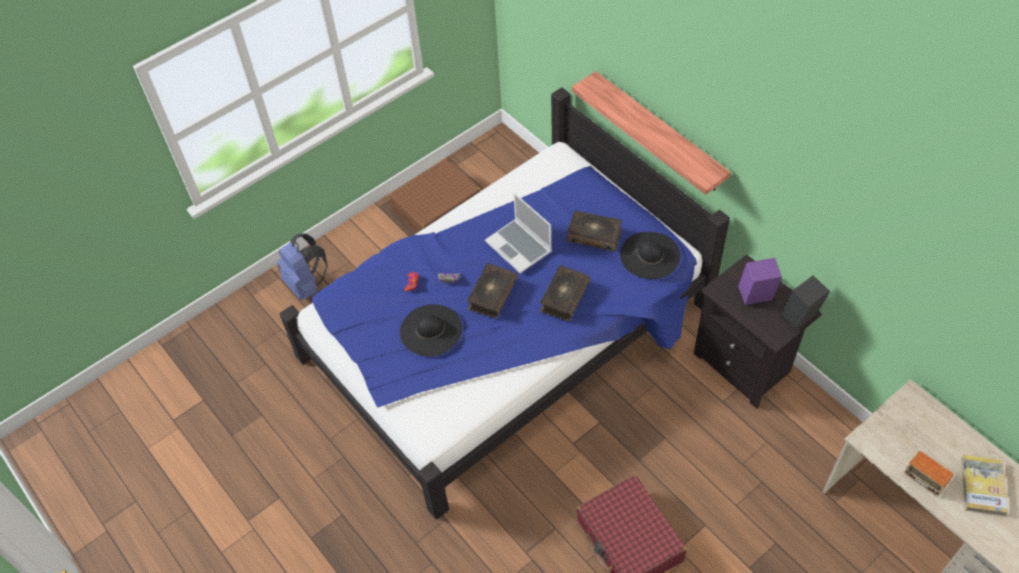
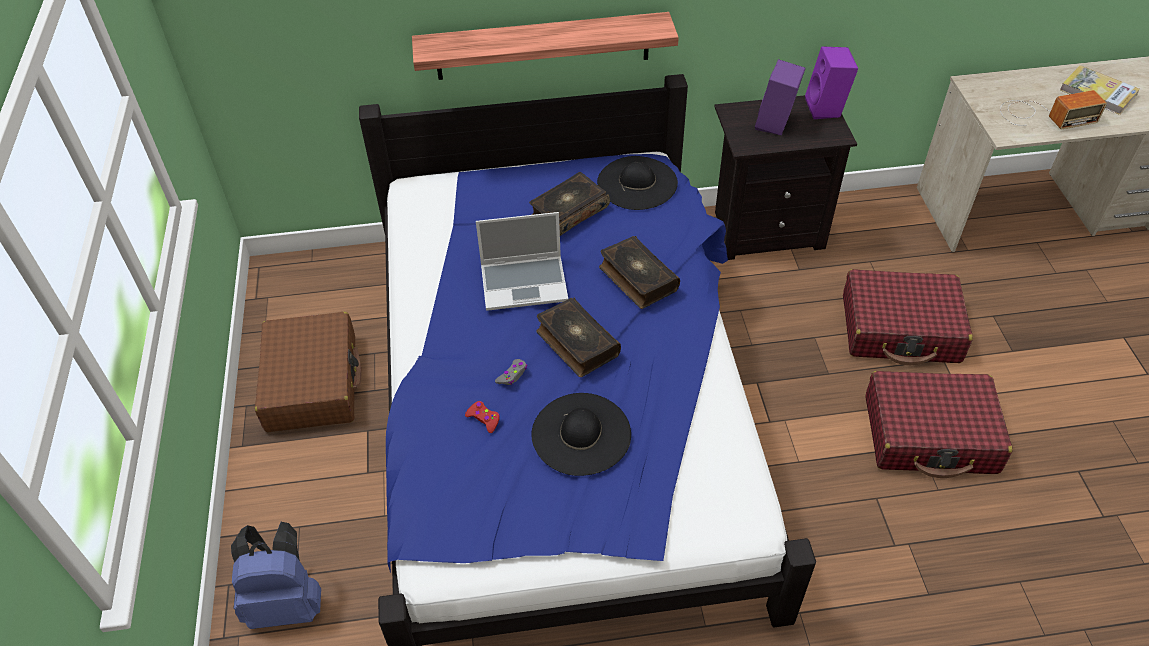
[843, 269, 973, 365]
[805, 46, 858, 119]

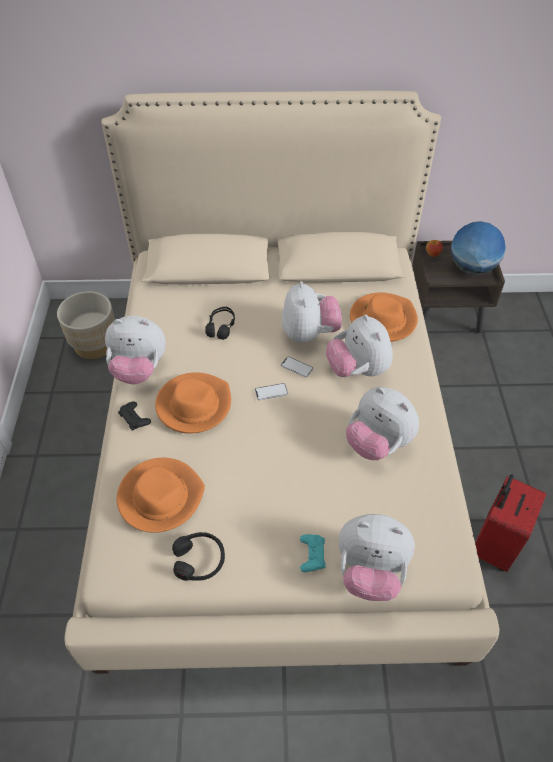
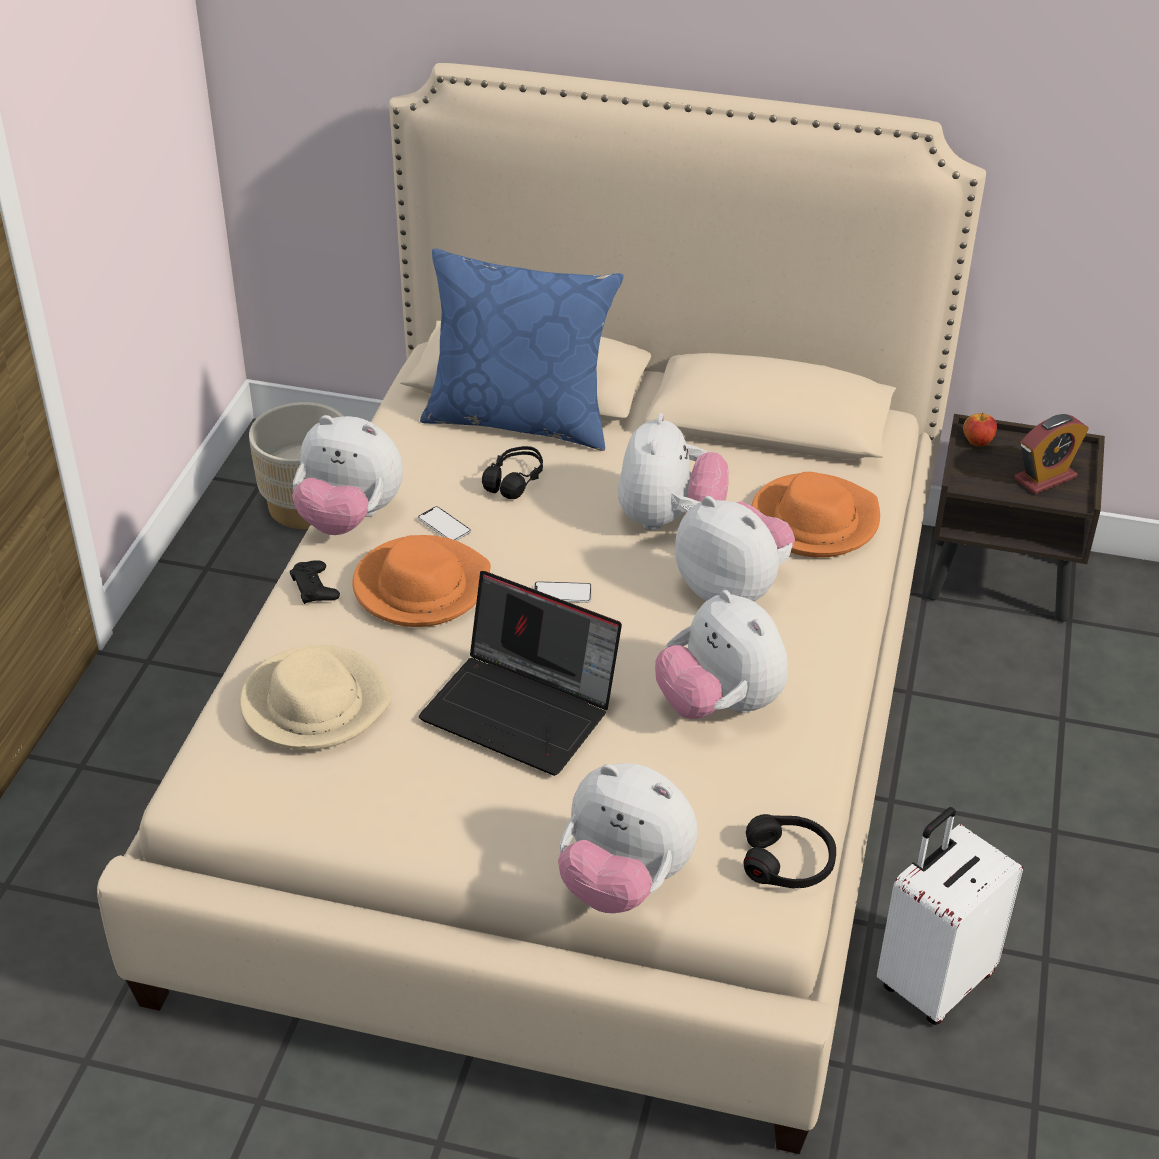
[300, 534, 326, 572] (first image)
[419, 571, 622, 776]
[420, 248, 624, 451]
[743, 814, 836, 888]
[418, 506, 471, 541]
[1014, 414, 1089, 494]
[240, 645, 392, 750]
[877, 807, 1023, 1025]
[675, 496, 795, 602]

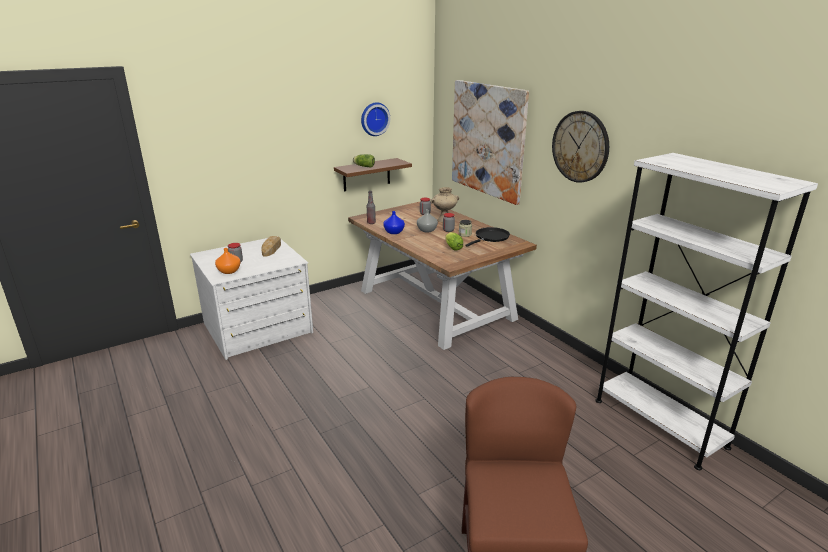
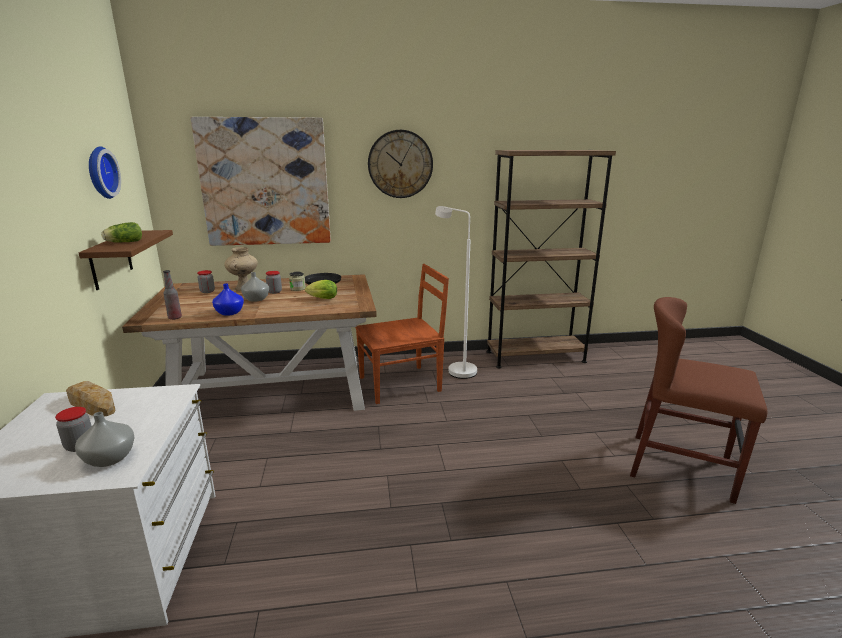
[355, 264, 449, 404]
[435, 206, 477, 379]
[75, 412, 135, 467]
[487, 150, 616, 368]

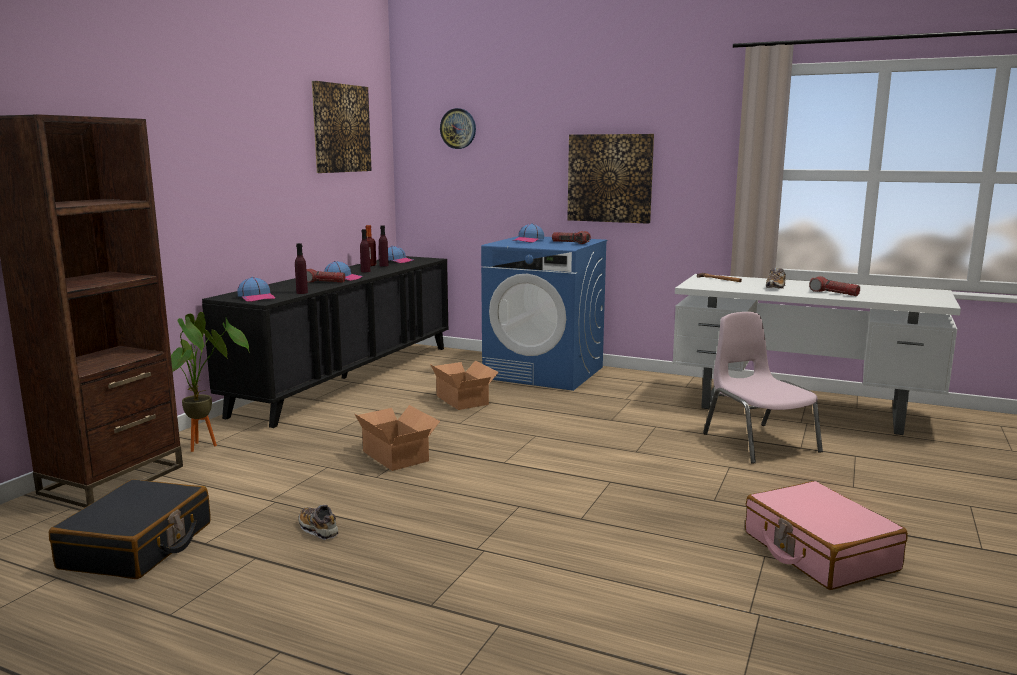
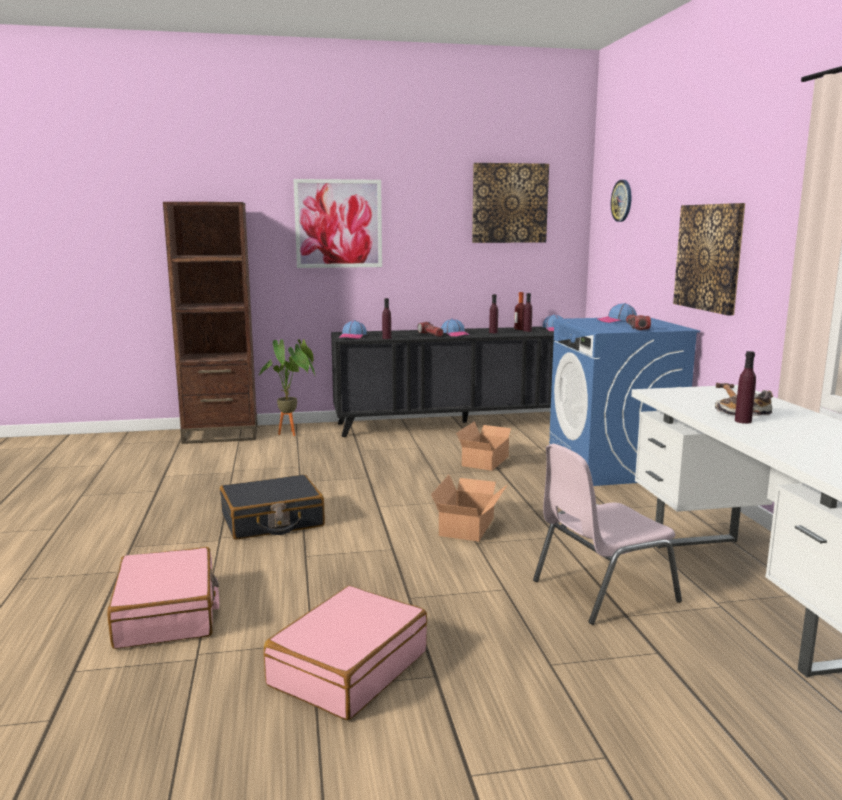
[298, 505, 338, 540] (first image)
[809, 276, 860, 296] (first image)
[107, 547, 219, 649]
[293, 179, 382, 268]
[735, 351, 756, 424]
[220, 475, 325, 540]
[431, 475, 508, 542]
[533, 444, 682, 625]

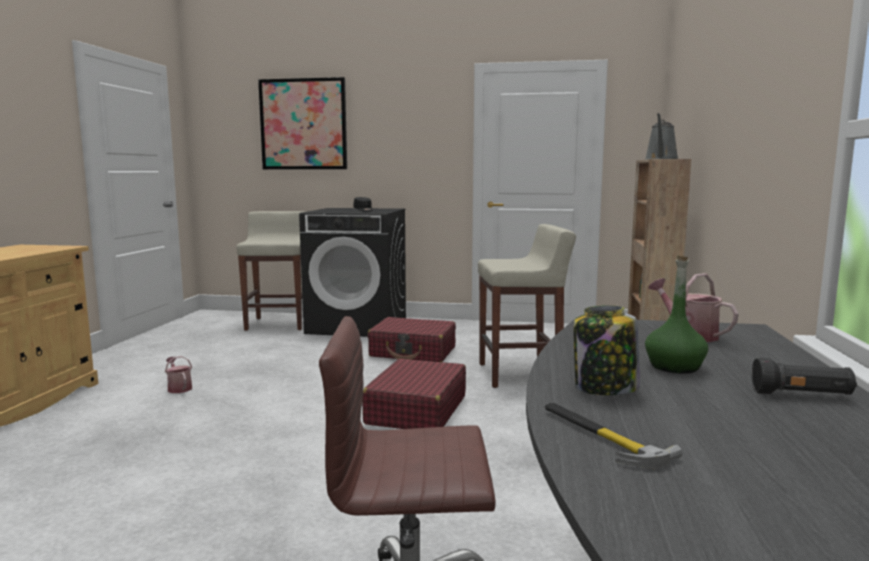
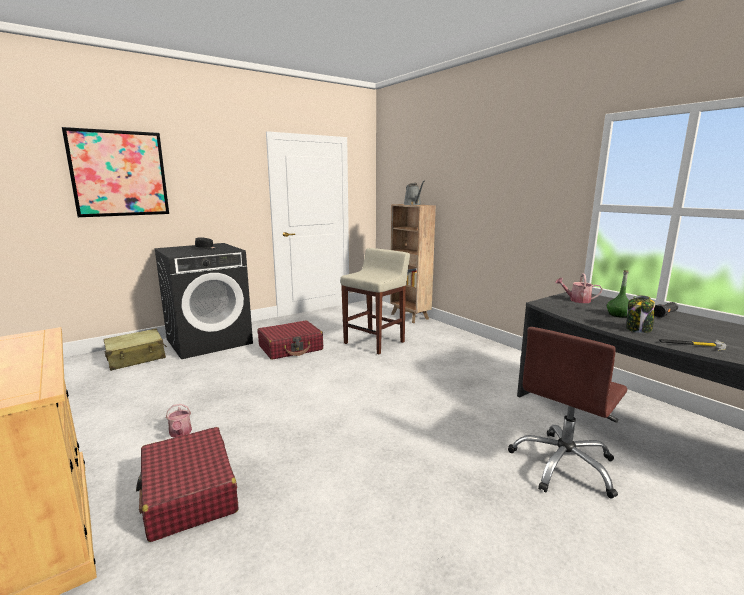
[136, 427, 238, 542]
[103, 328, 167, 371]
[166, 404, 192, 438]

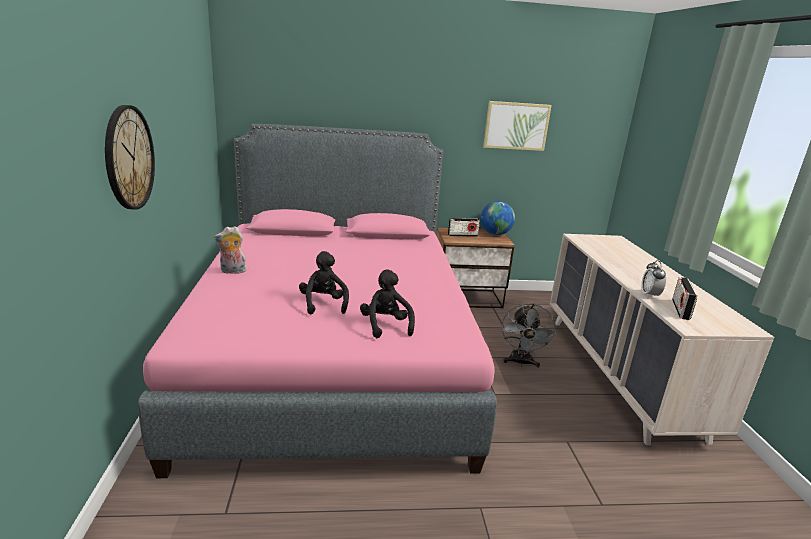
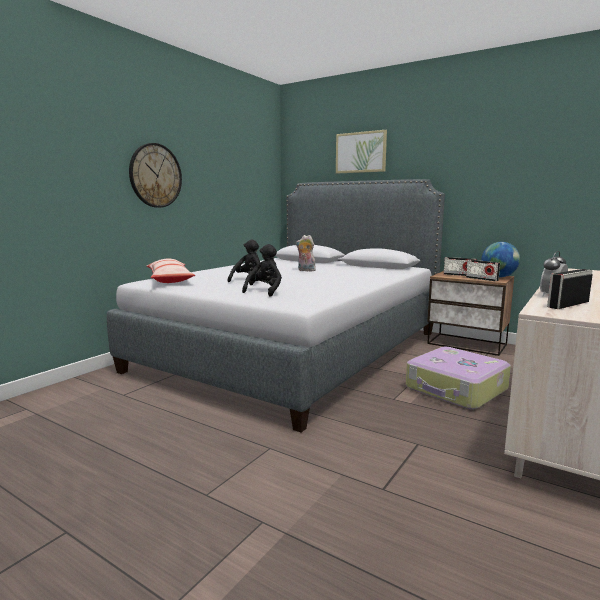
[147, 258, 195, 283]
[466, 260, 500, 281]
[296, 235, 316, 271]
[336, 130, 387, 173]
[406, 347, 511, 409]
[107, 179, 445, 432]

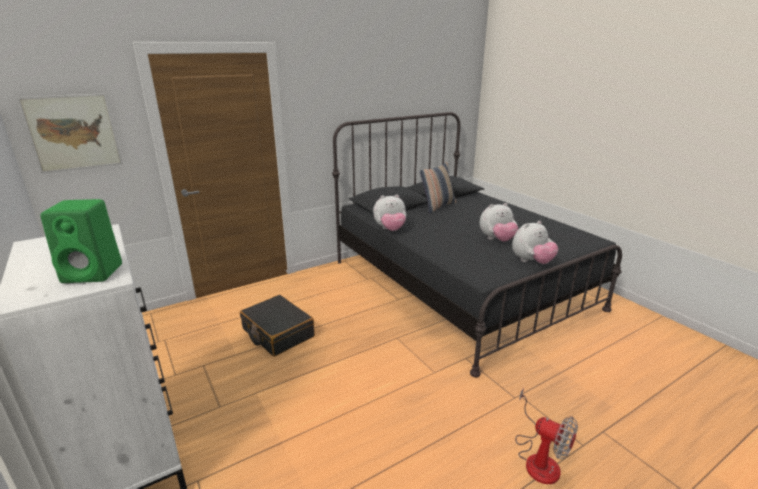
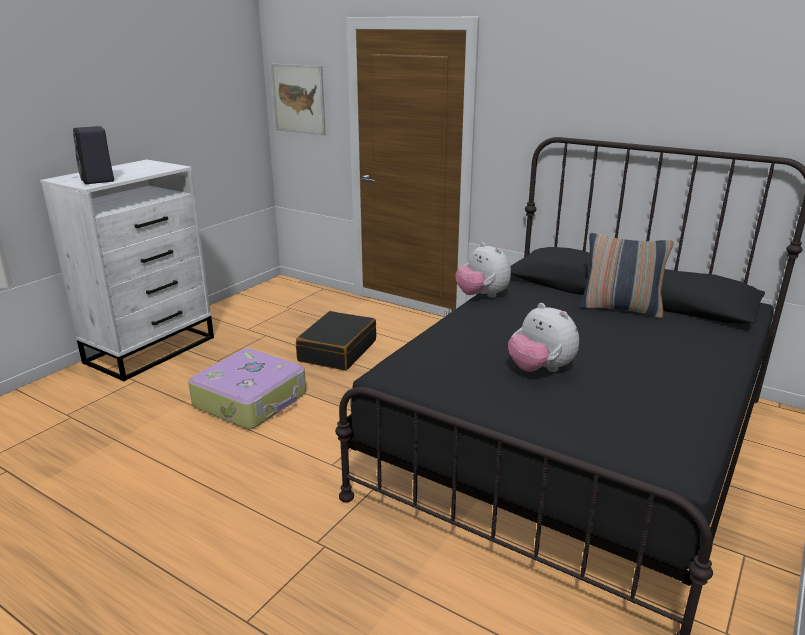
[512, 221, 559, 264] (first image)
[515, 388, 578, 484] (first image)
[188, 348, 306, 429]
[73, 126, 114, 184]

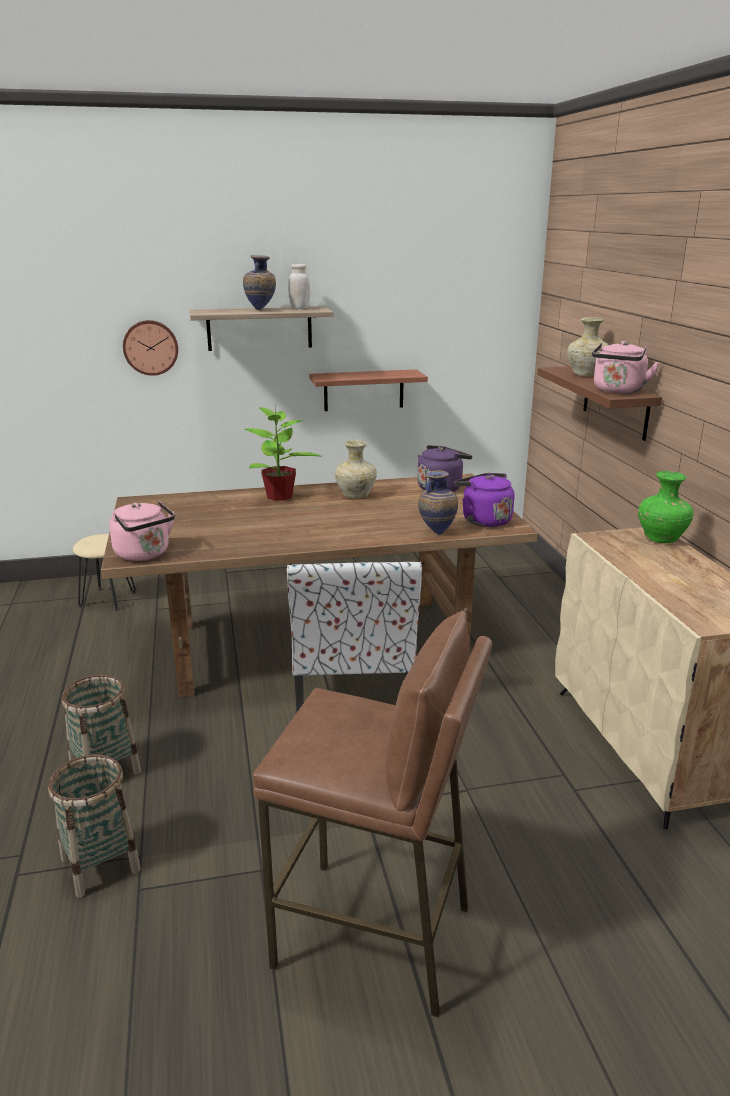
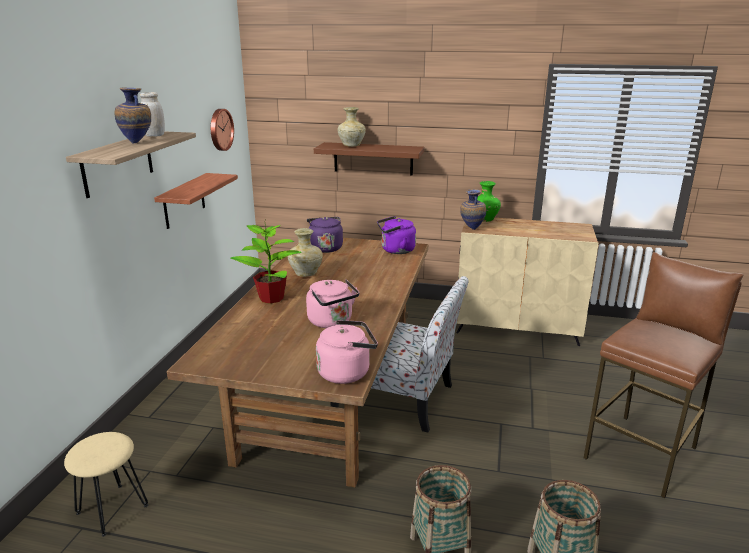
[211, 109, 234, 151]
[460, 189, 486, 230]
[306, 279, 359, 328]

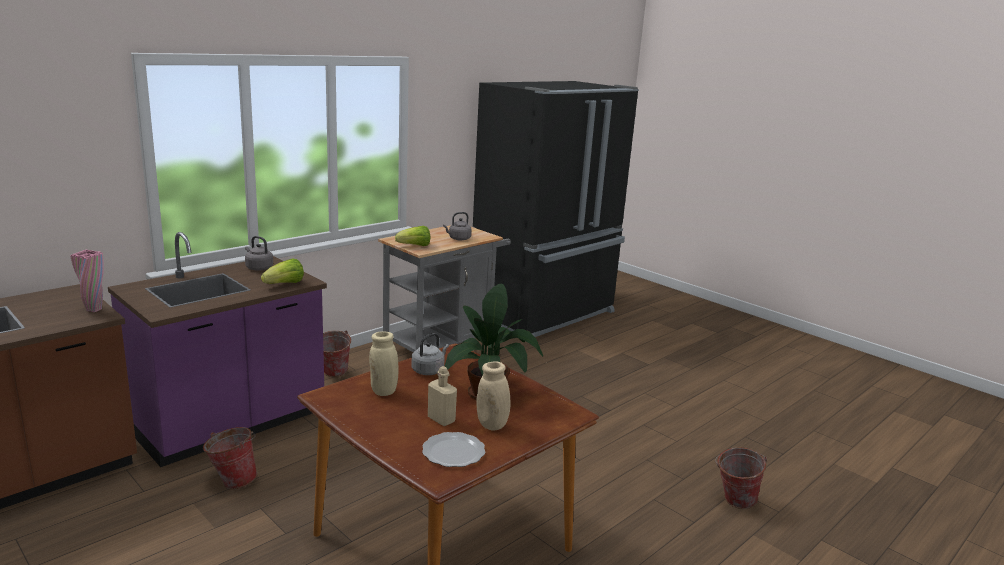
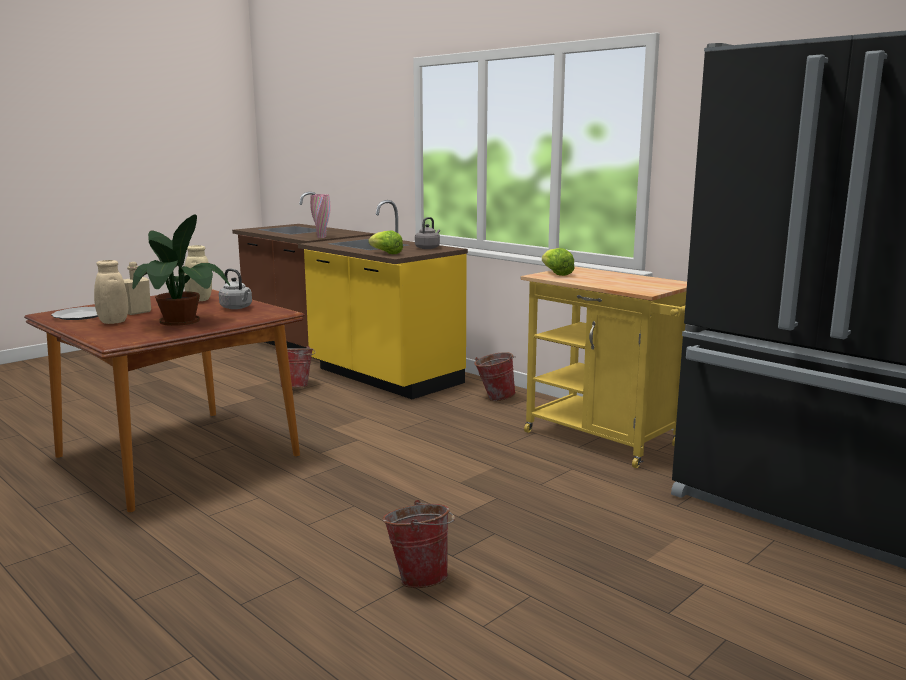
[443, 212, 471, 240] (first image)
[383, 500, 455, 588]
[298, 200, 468, 399]
[521, 266, 687, 468]

